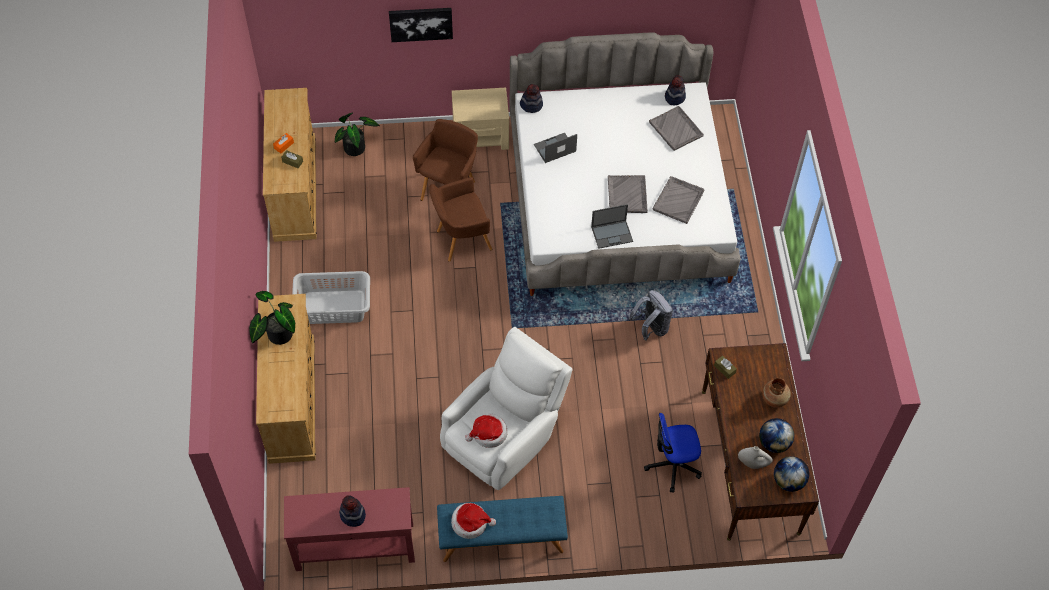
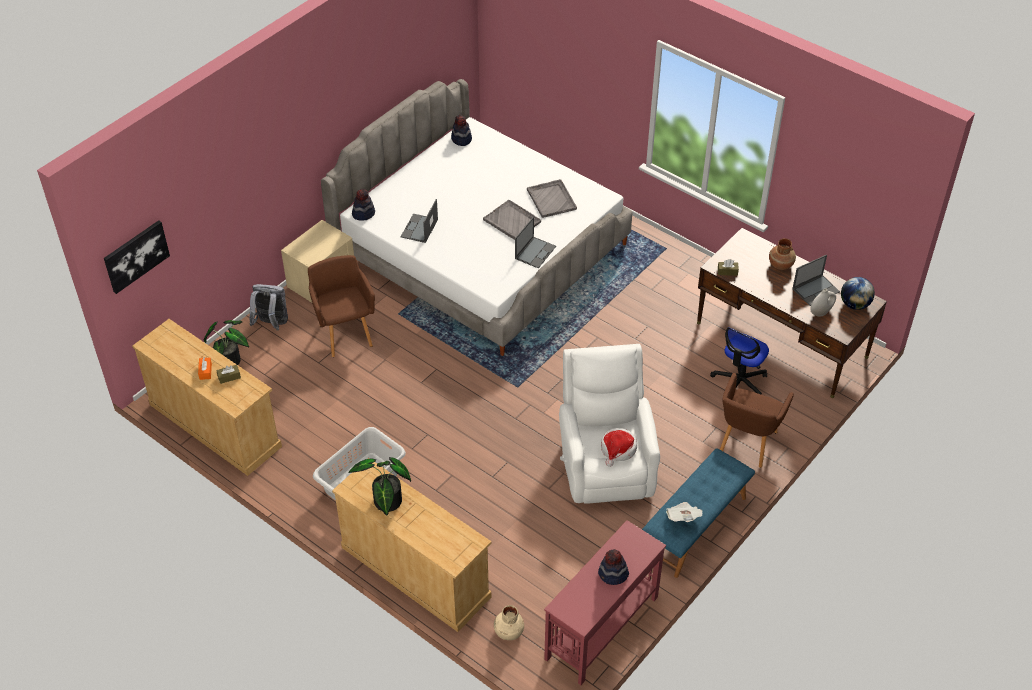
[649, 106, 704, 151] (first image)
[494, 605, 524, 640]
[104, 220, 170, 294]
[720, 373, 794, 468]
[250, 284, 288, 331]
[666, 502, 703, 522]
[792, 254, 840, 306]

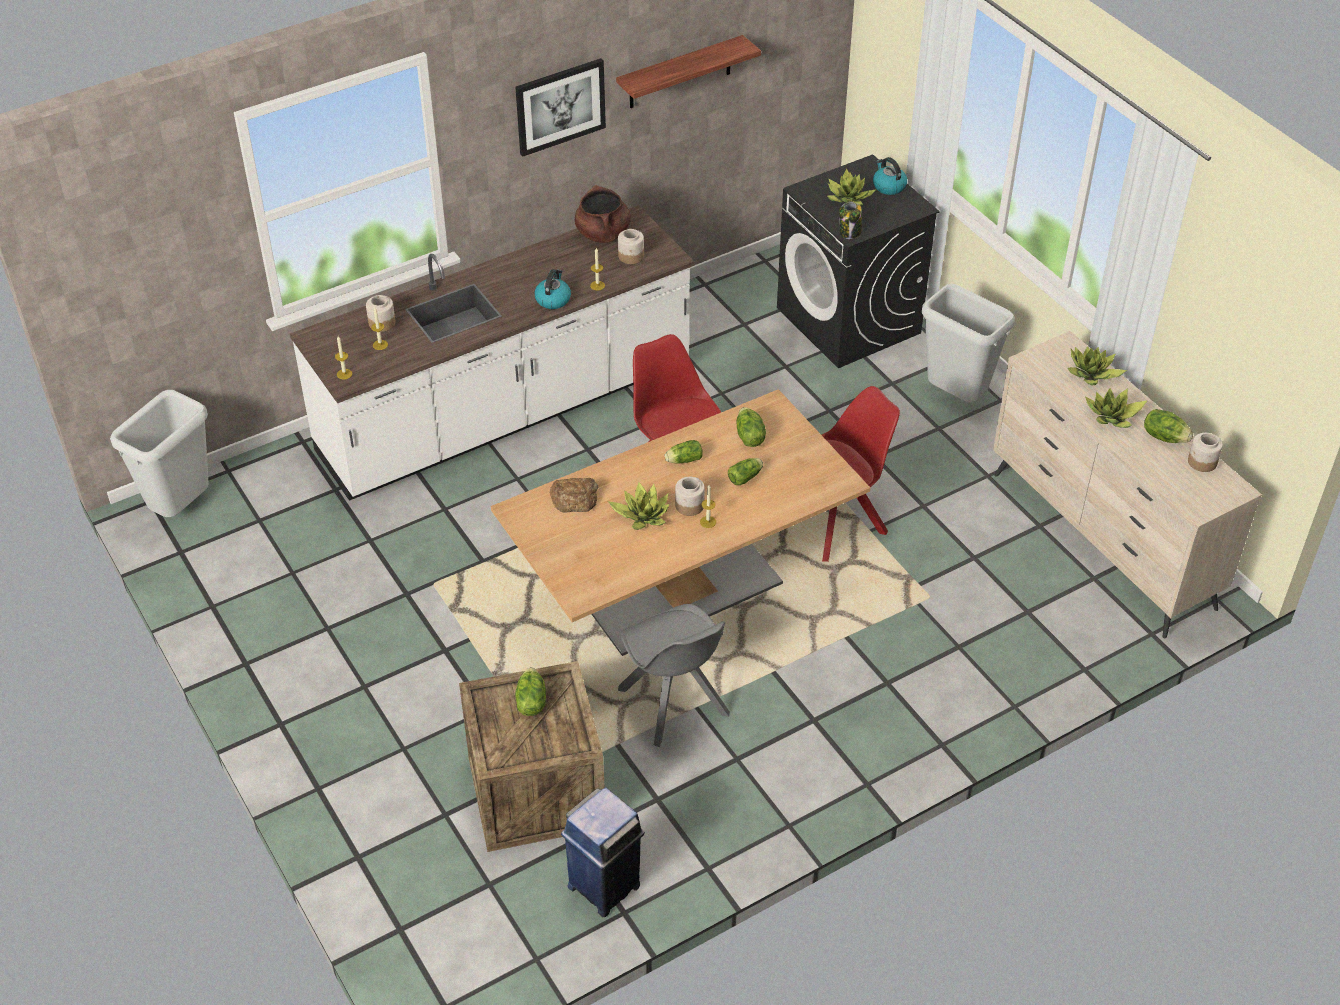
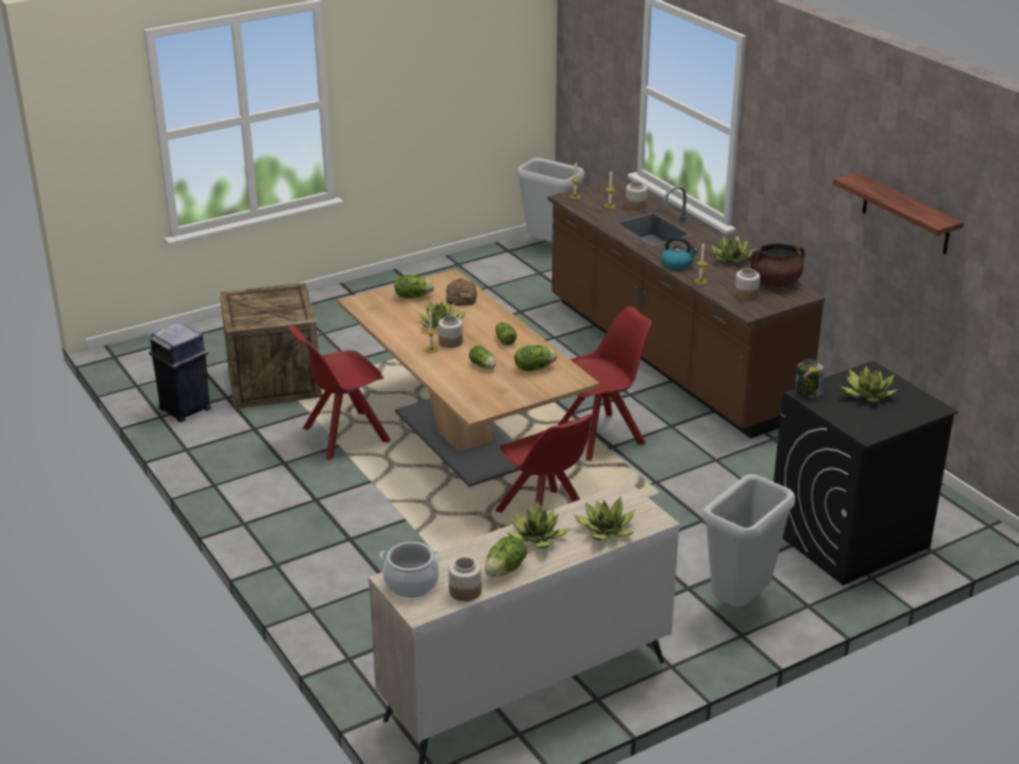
[515, 58, 606, 157] (first image)
[873, 157, 907, 195] (first image)
[379, 542, 441, 597]
[711, 236, 758, 263]
[394, 275, 434, 298]
[548, 178, 825, 438]
[289, 324, 391, 460]

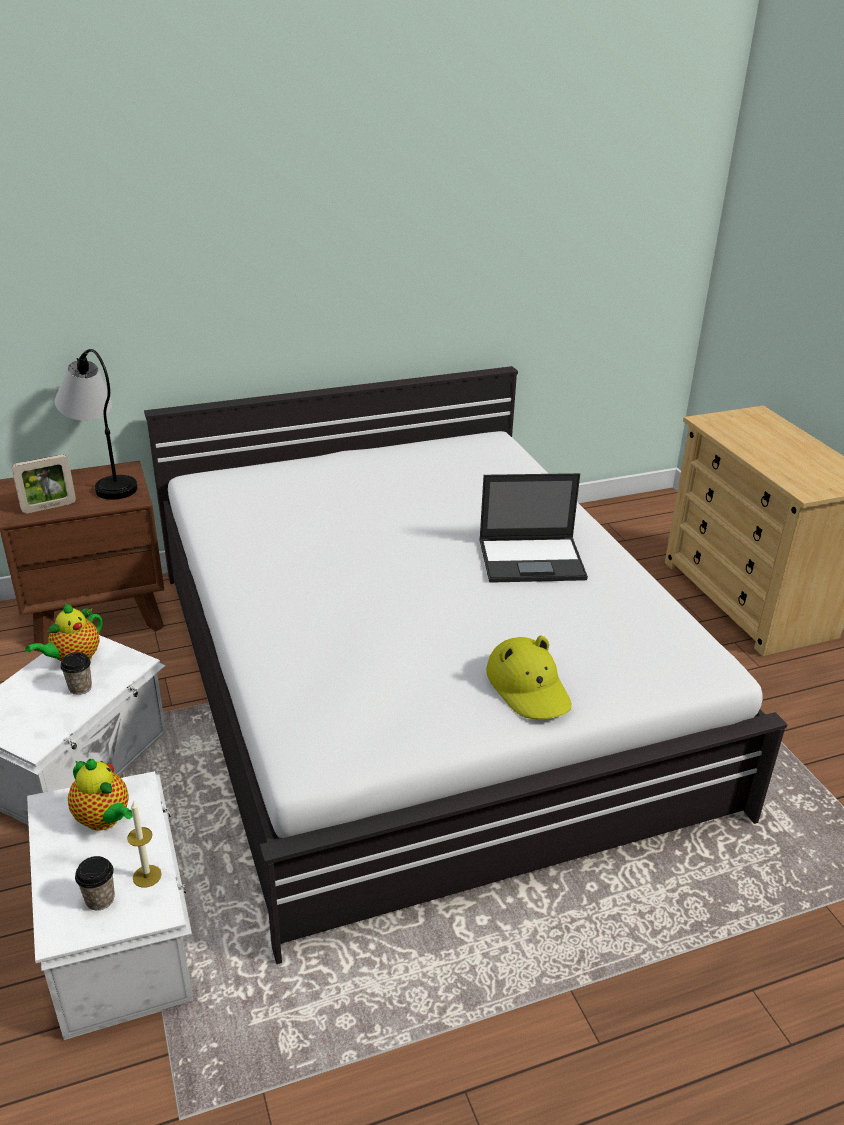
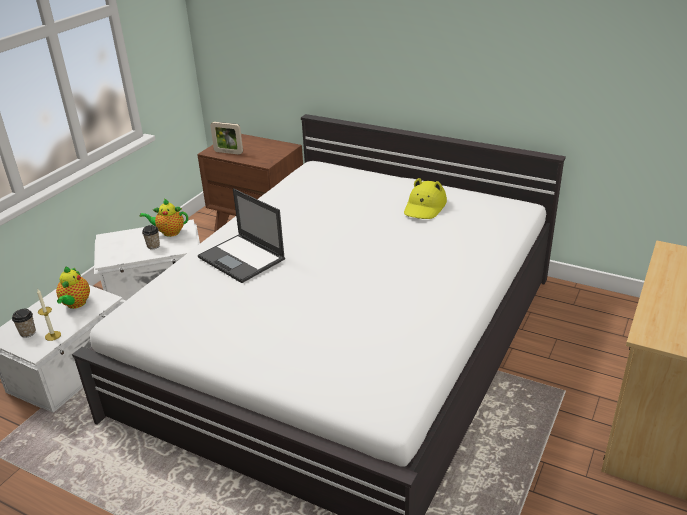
[55, 349, 137, 500] (first image)
[198, 188, 285, 283]
[404, 178, 447, 219]

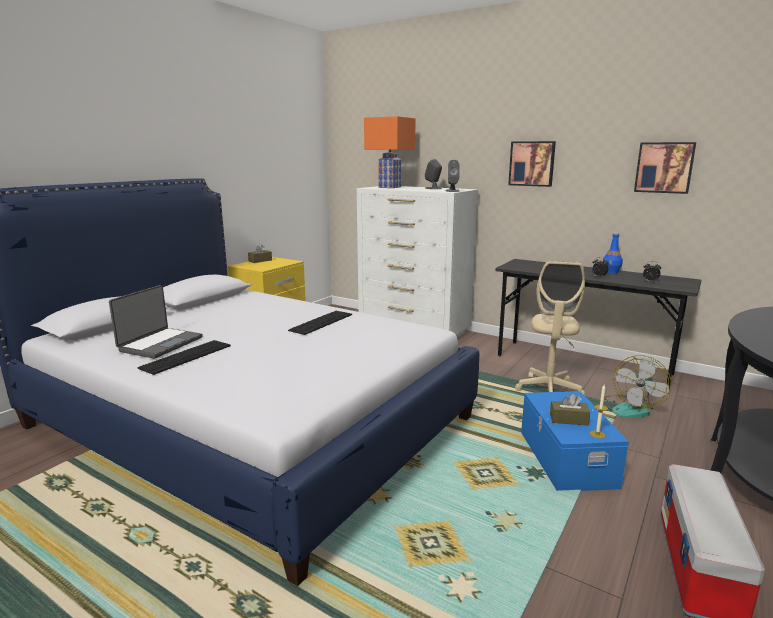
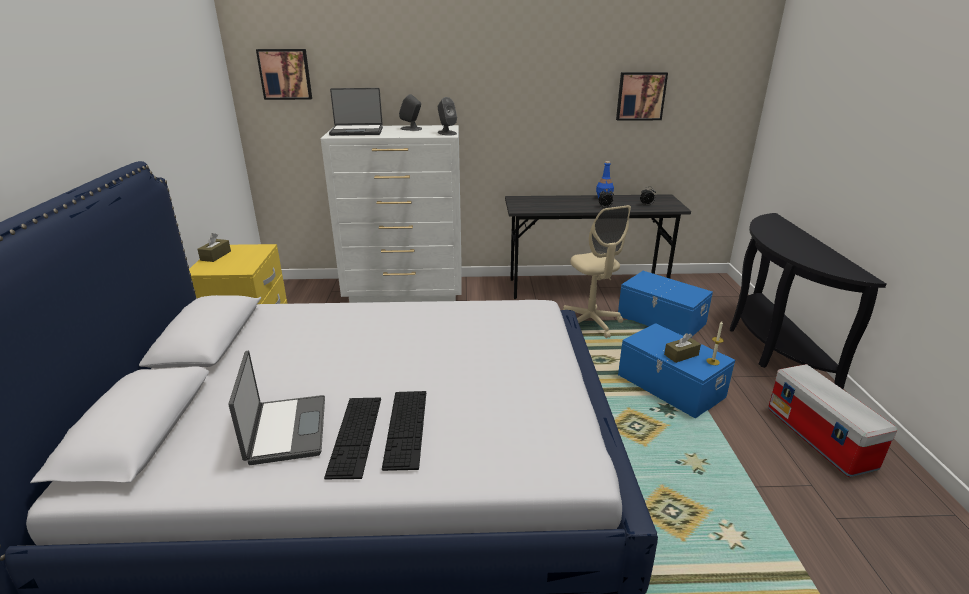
[382, 391, 426, 471]
[256, 49, 312, 100]
[329, 88, 383, 136]
[618, 271, 713, 336]

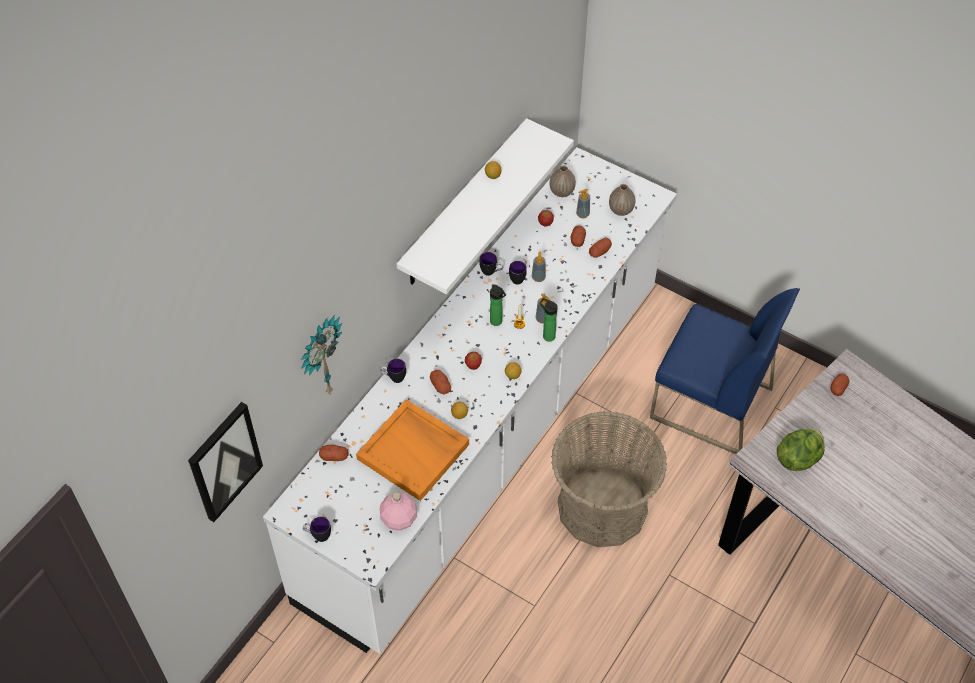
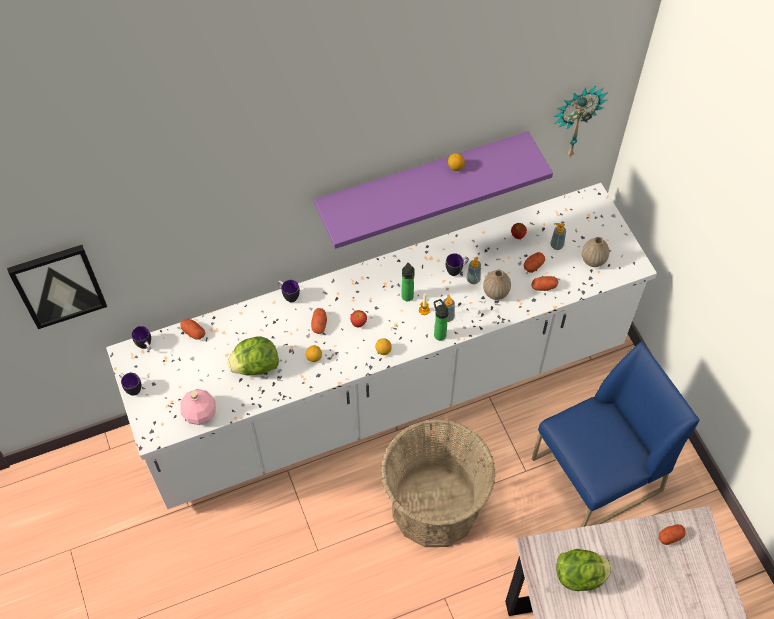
[554, 86, 608, 157]
[132, 326, 151, 350]
[483, 270, 511, 300]
[227, 337, 279, 375]
[314, 131, 553, 249]
[532, 342, 700, 527]

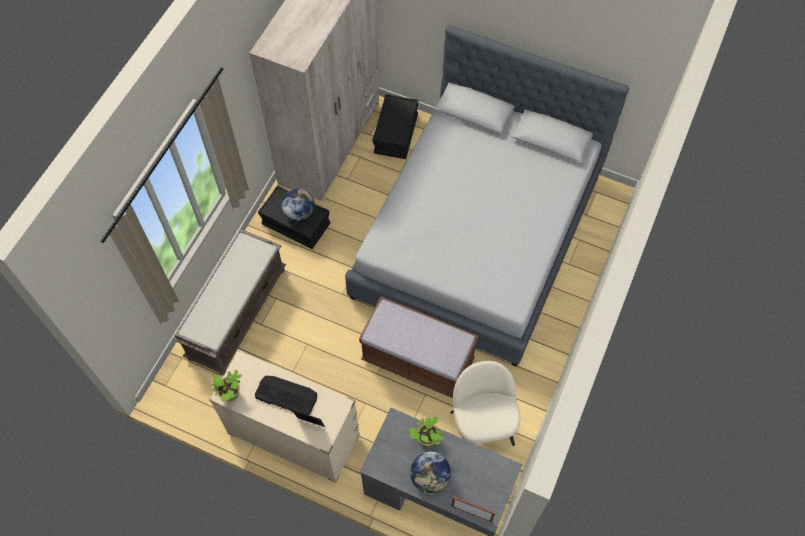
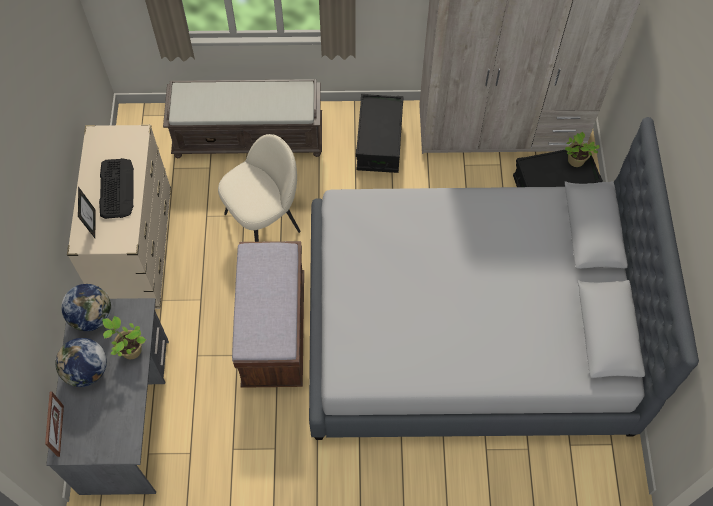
[565, 132, 600, 167]
[61, 284, 111, 331]
[218, 134, 301, 242]

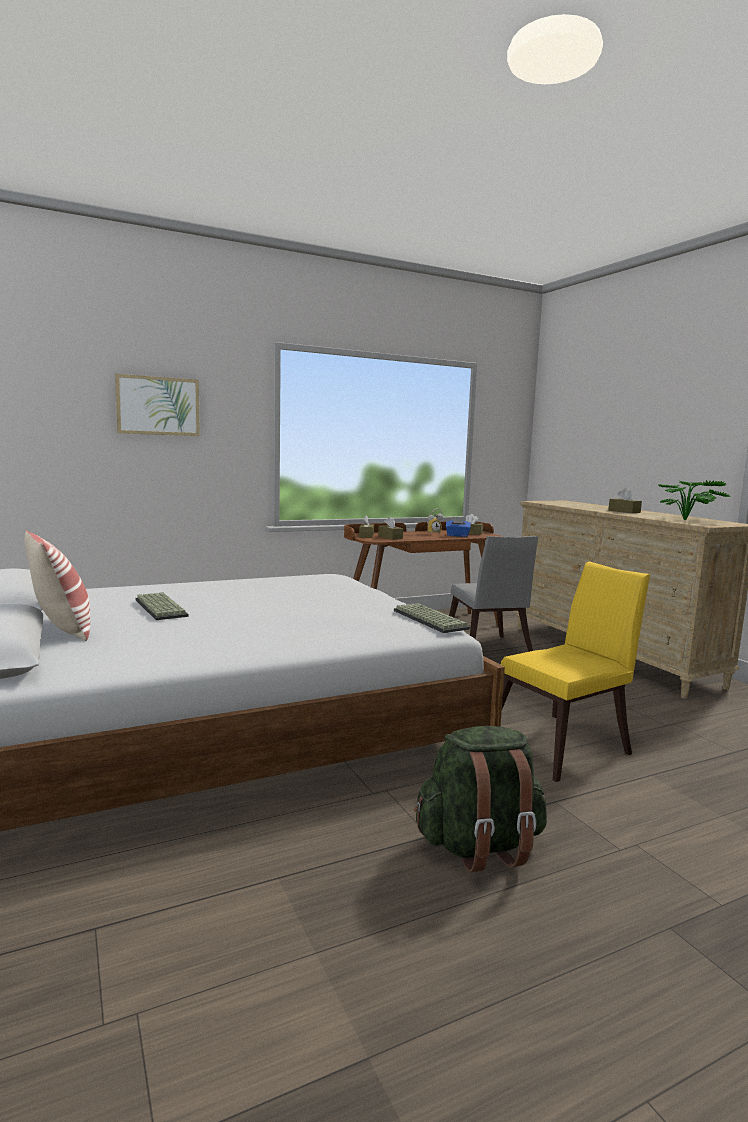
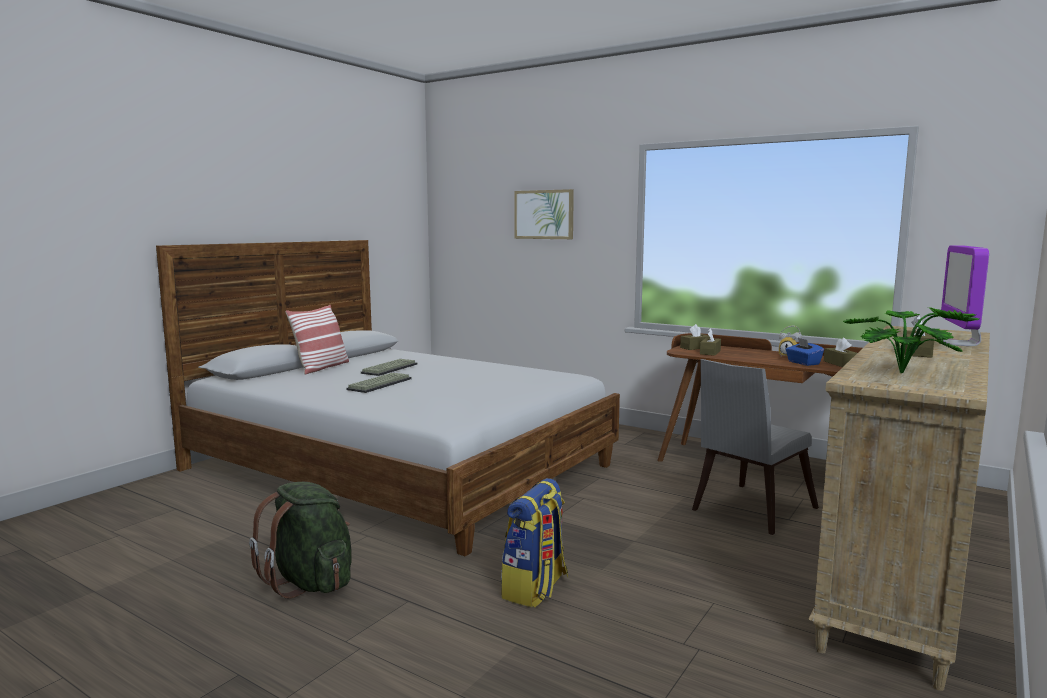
[941, 245, 989, 346]
[346, 372, 412, 393]
[501, 478, 569, 608]

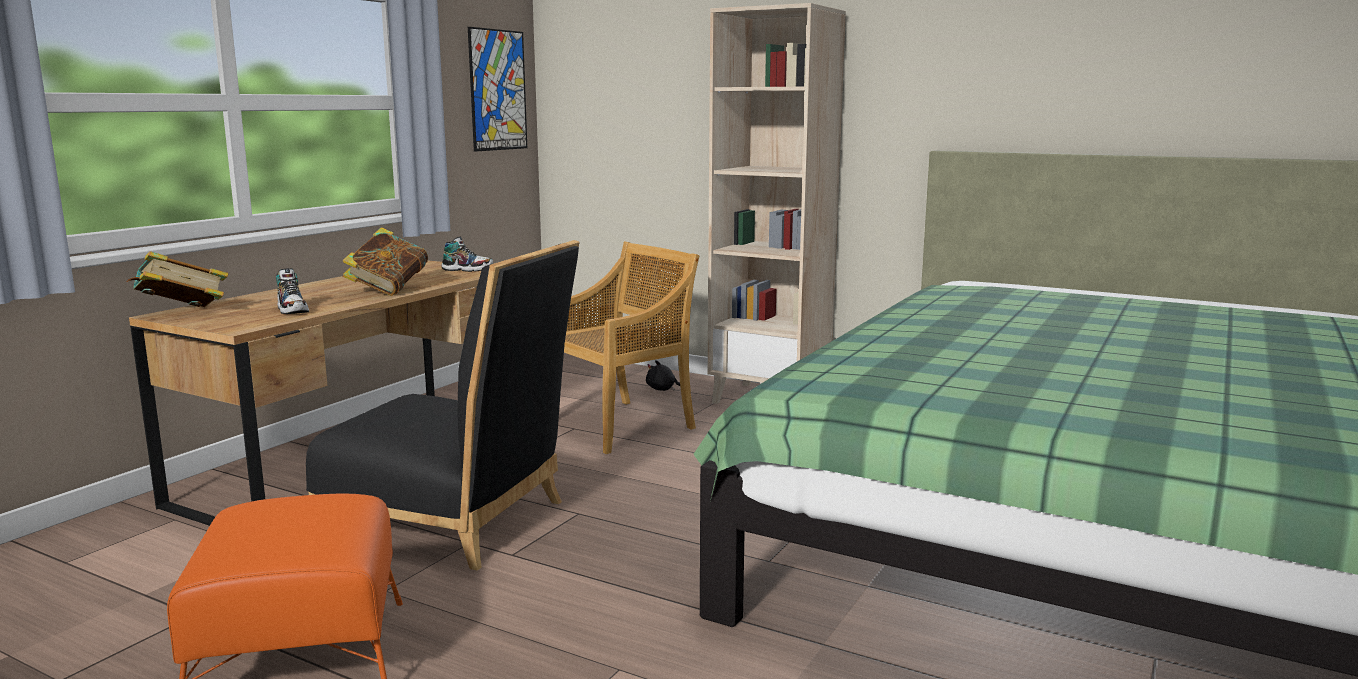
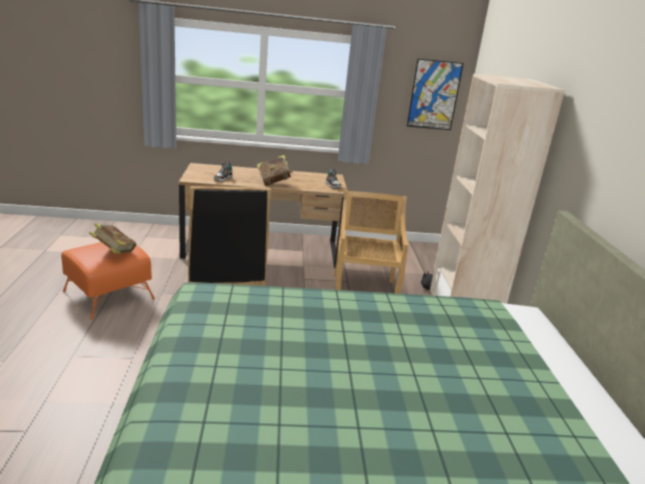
[89, 223, 136, 254]
[334, 190, 409, 294]

